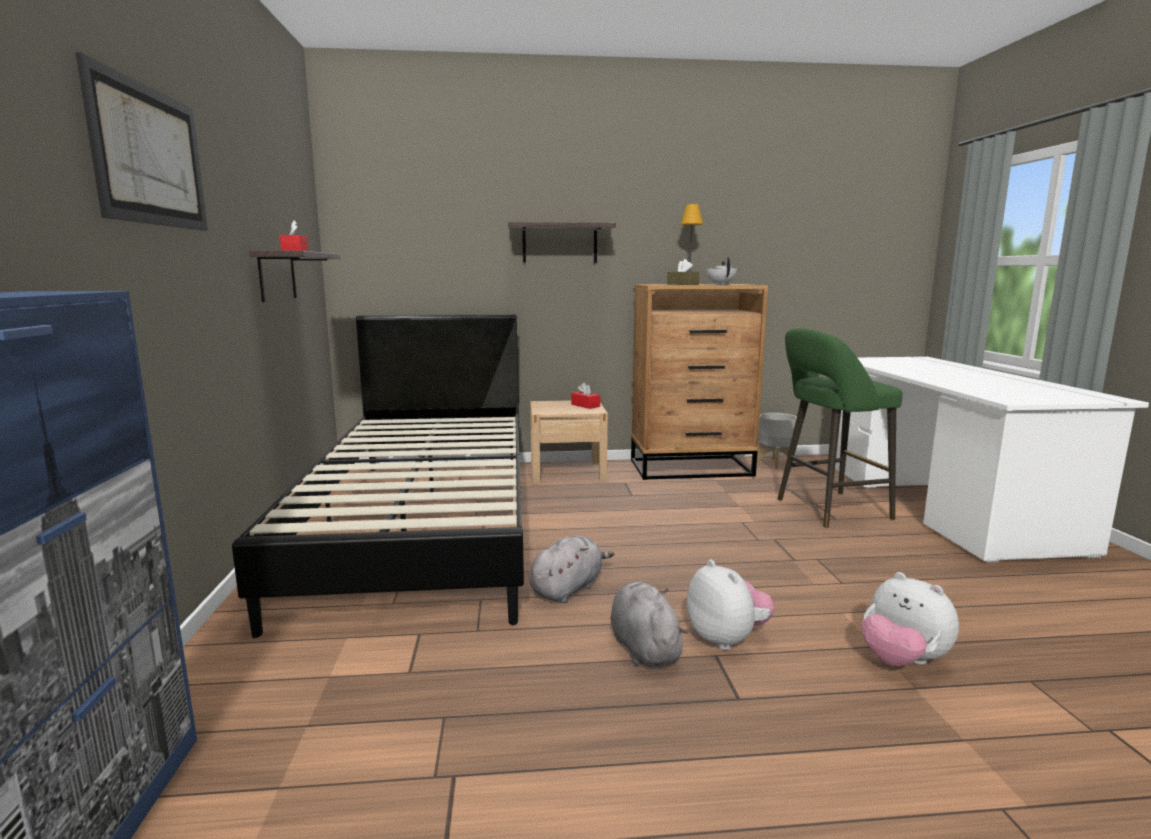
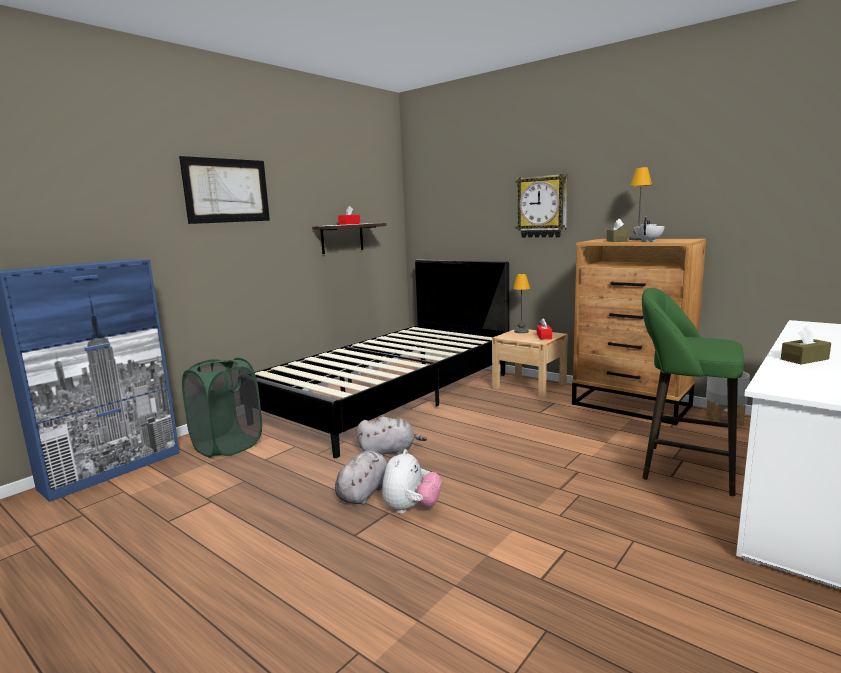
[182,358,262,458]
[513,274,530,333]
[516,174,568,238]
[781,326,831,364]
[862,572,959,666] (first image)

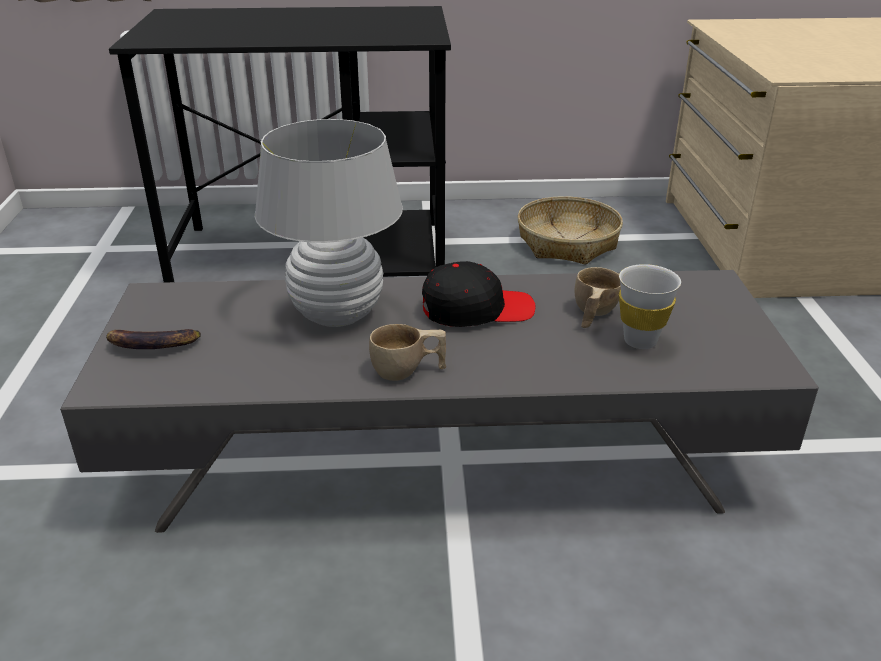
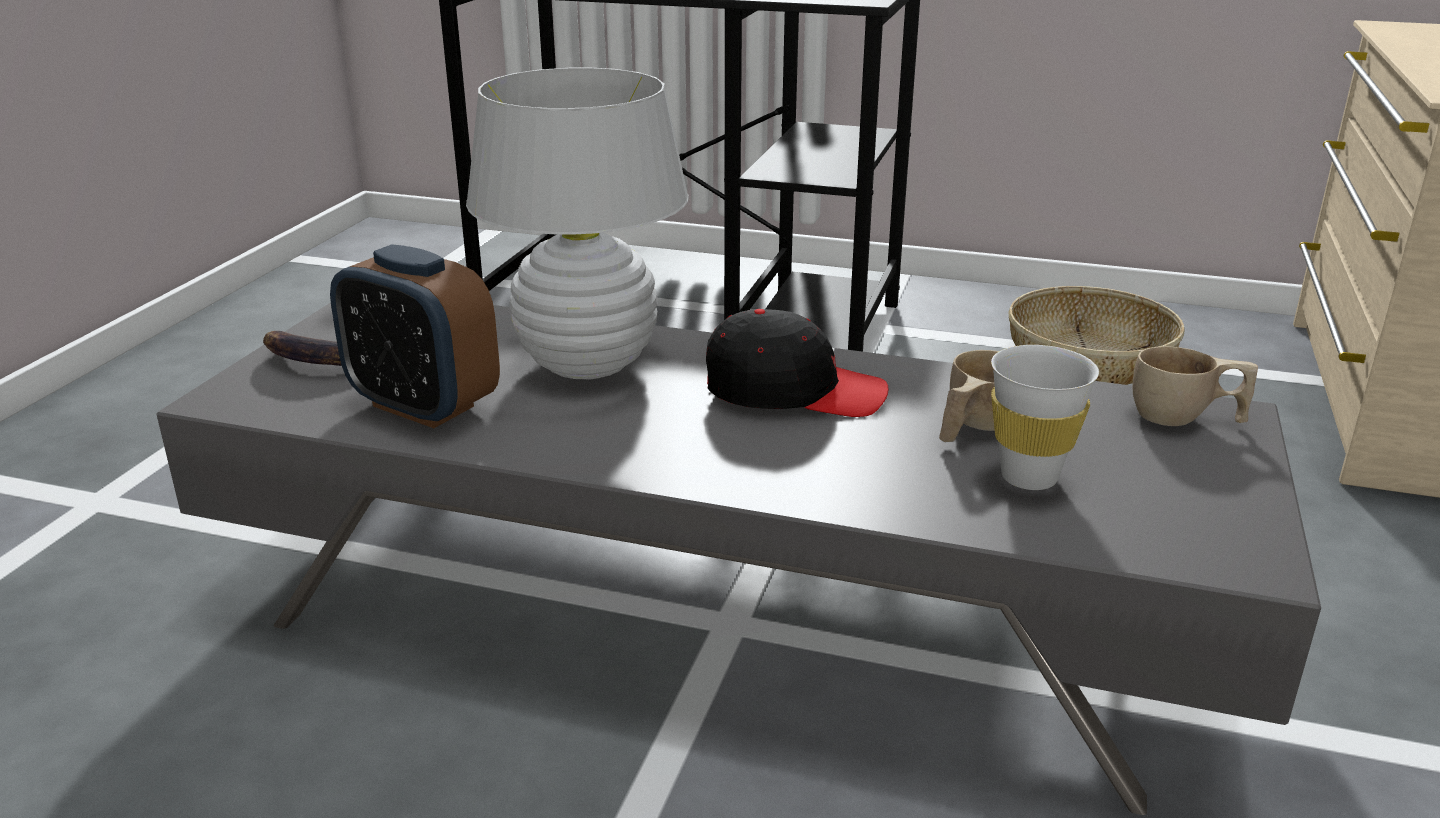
[330,244,500,428]
[1133,346,1258,426]

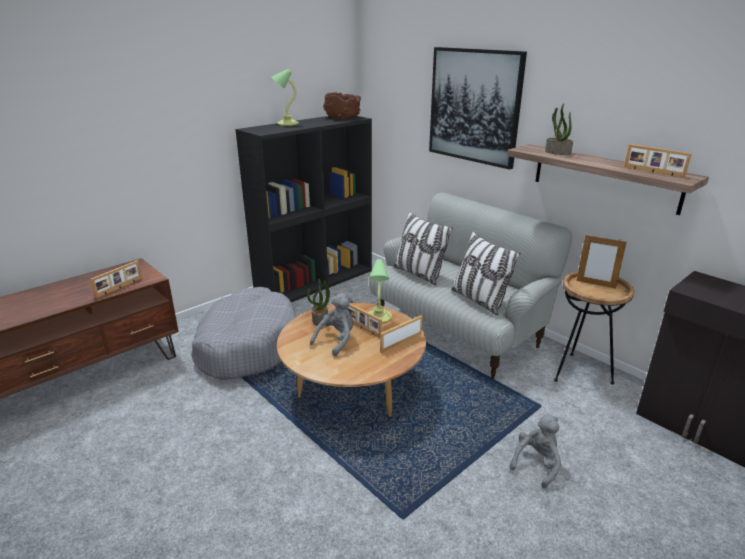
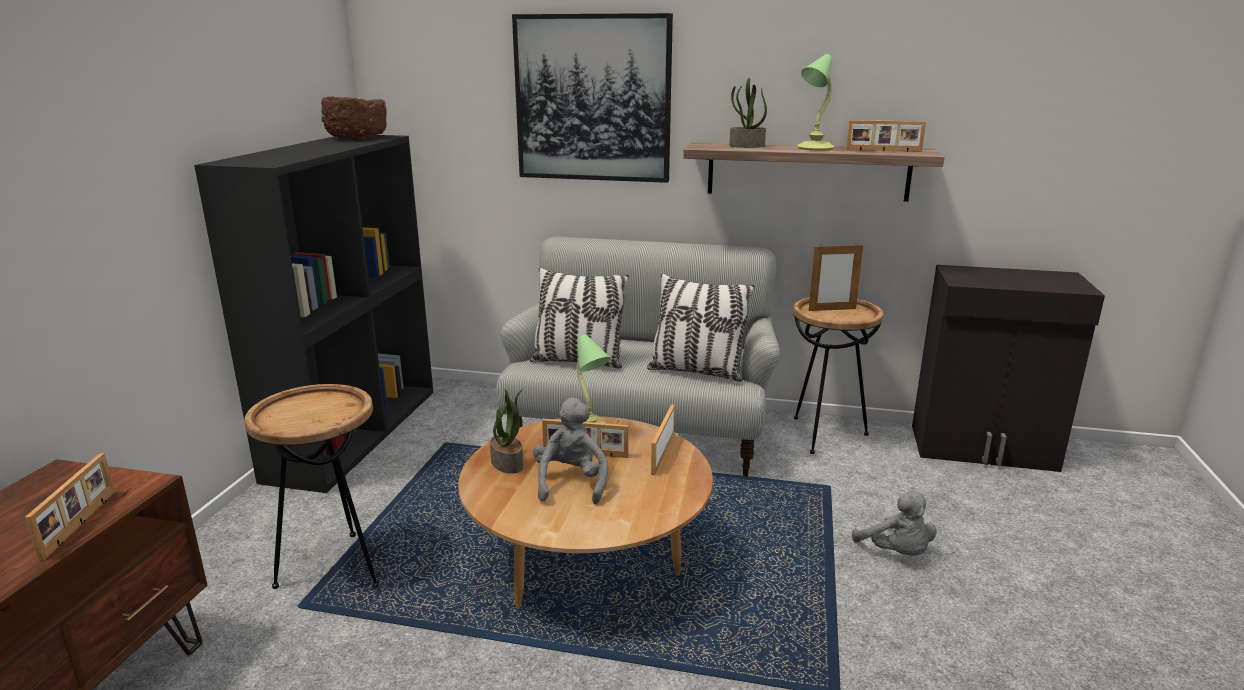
[244,384,379,589]
[797,54,835,151]
[852,491,937,556]

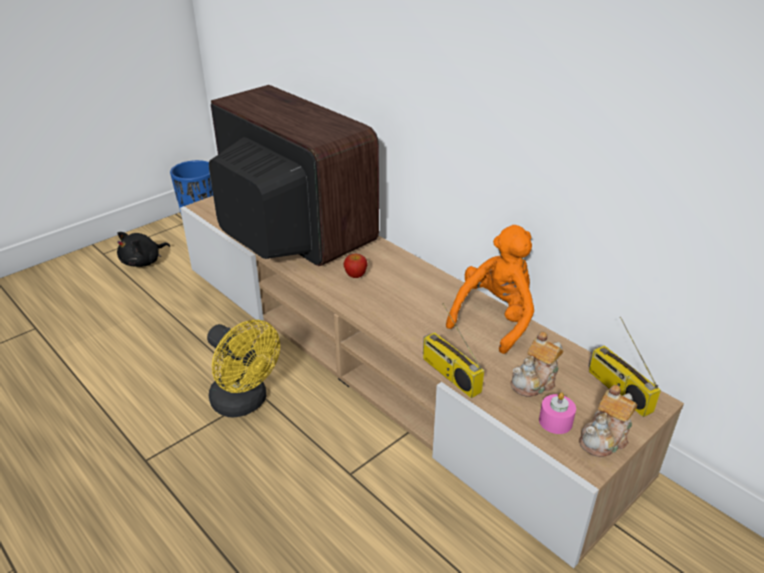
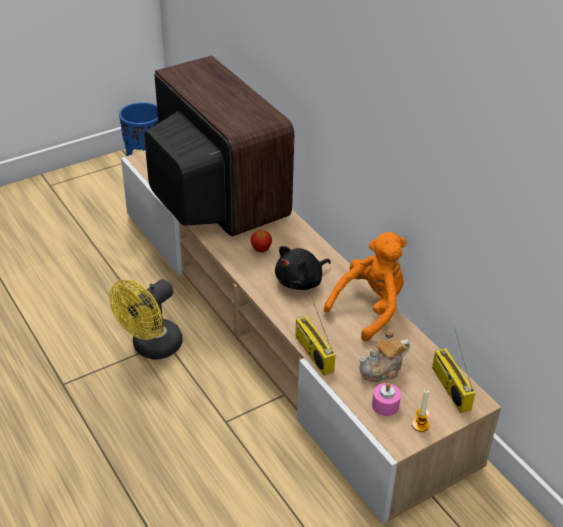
[109,279,183,360]
[275,246,331,290]
[412,390,430,432]

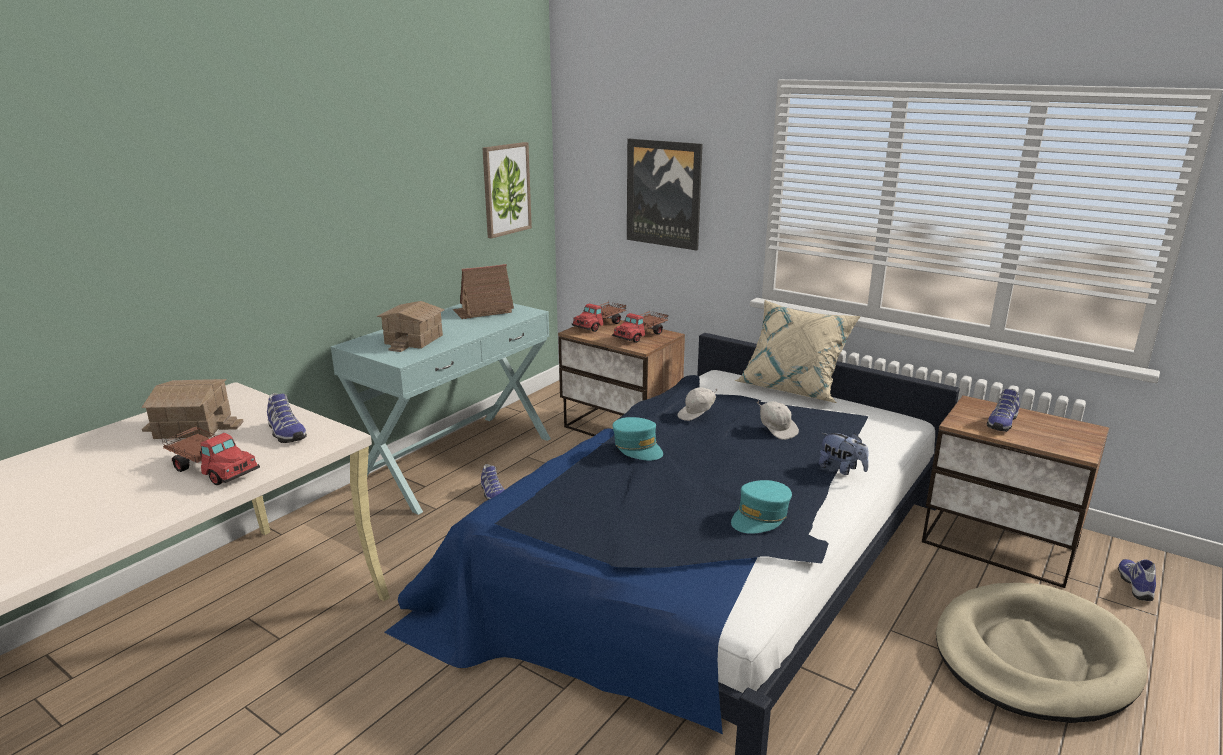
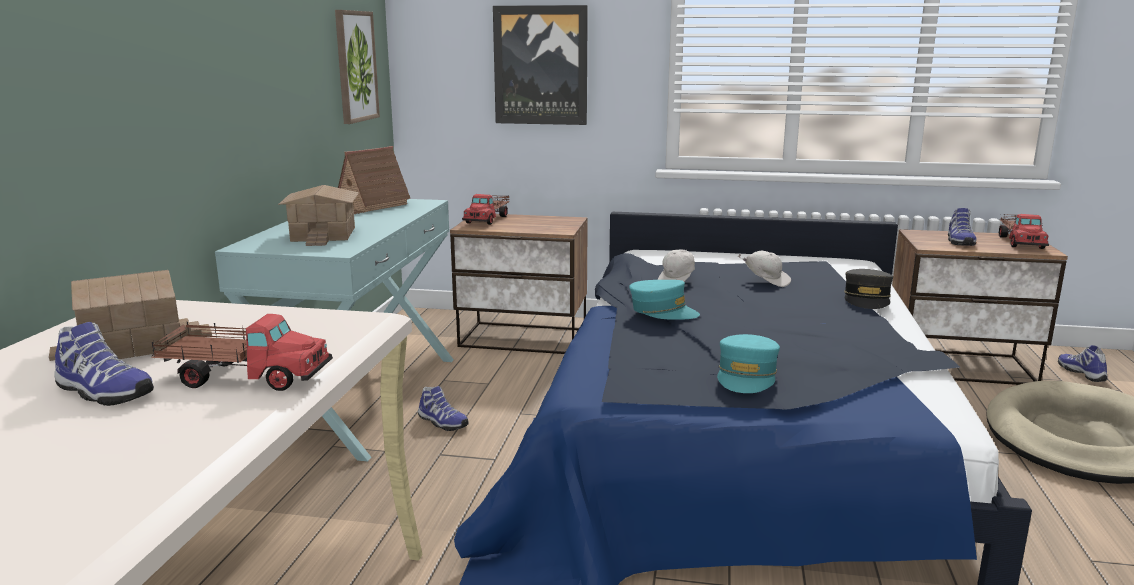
[55,322,154,406]
[717,334,780,393]
[844,269,893,309]
[999,214,1049,249]
[734,300,861,403] (first image)

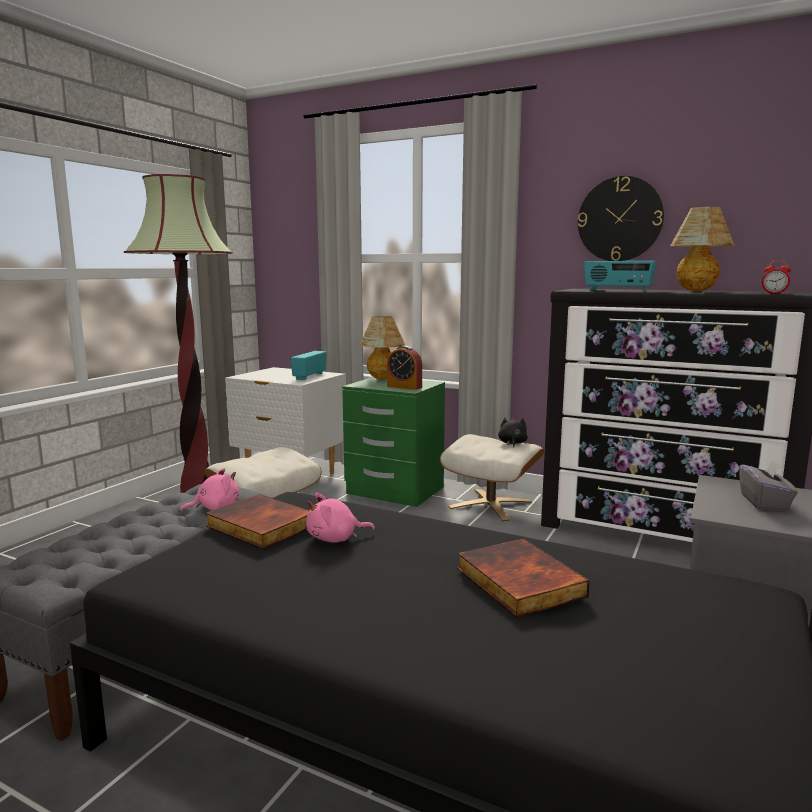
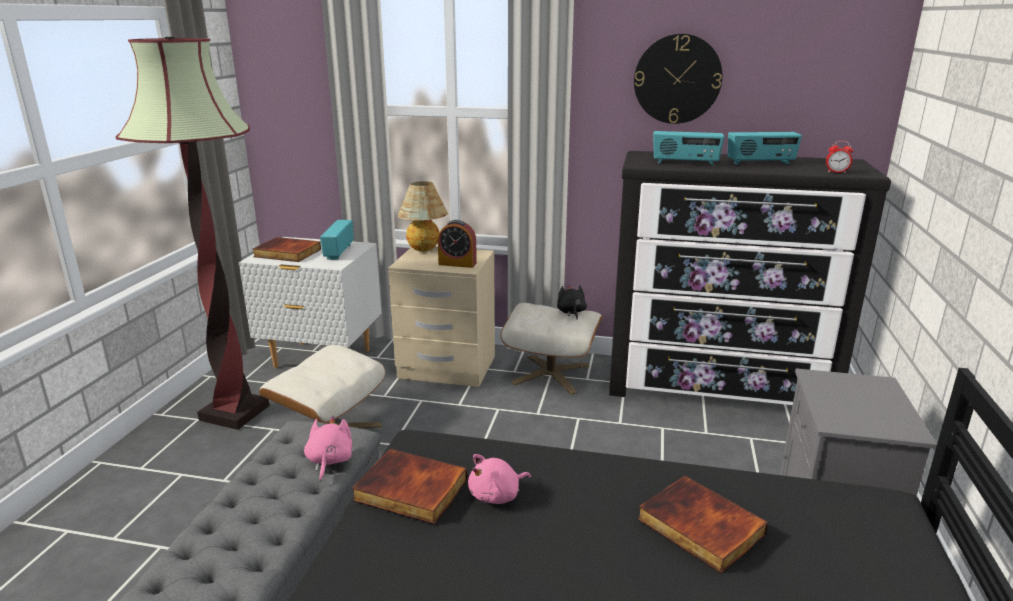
[253,237,321,262]
[304,416,352,481]
[388,247,495,387]
[728,132,802,165]
[739,458,798,511] (first image)

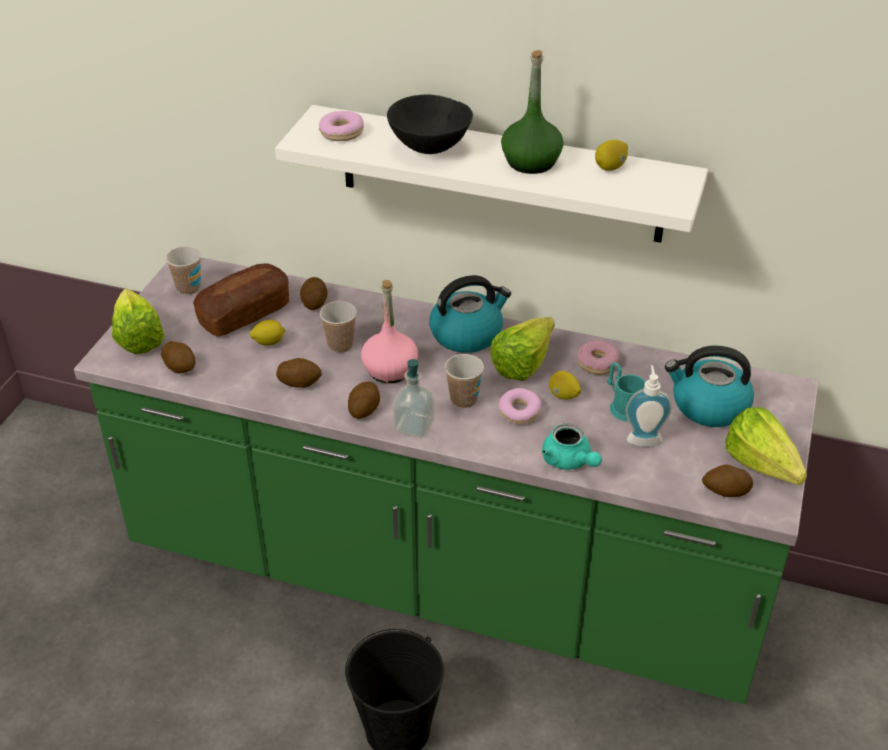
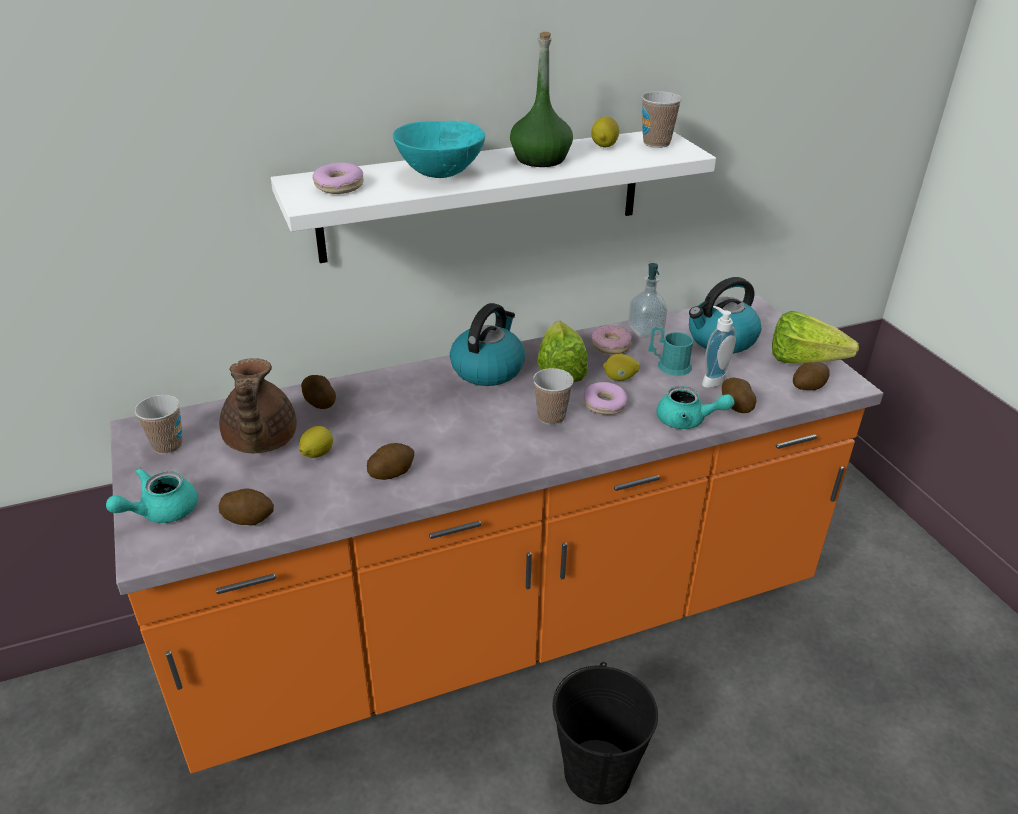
[106,468,198,523]
[110,295,883,773]
[220,358,297,453]
[393,121,485,178]
[628,263,667,337]
[641,91,682,148]
[722,378,757,413]
[361,280,418,383] (first image)

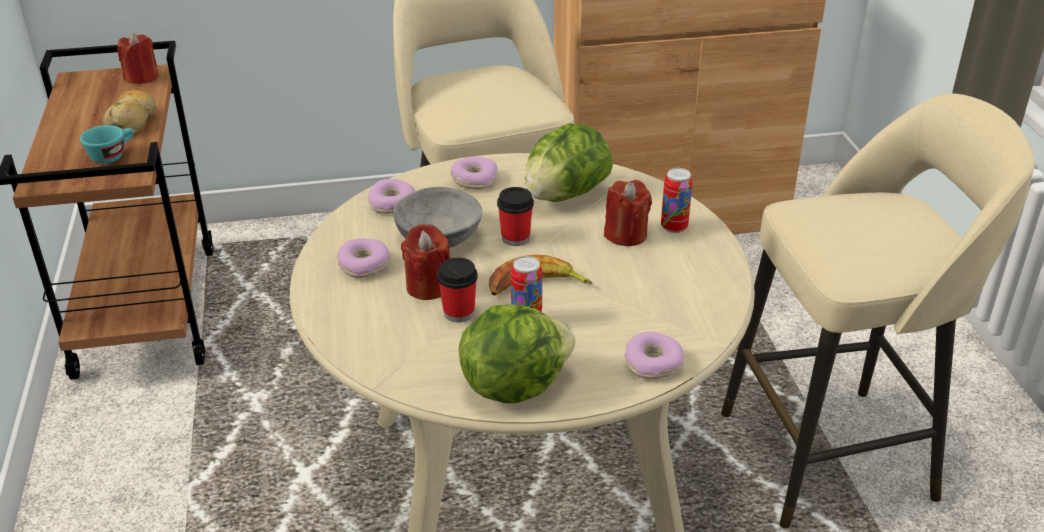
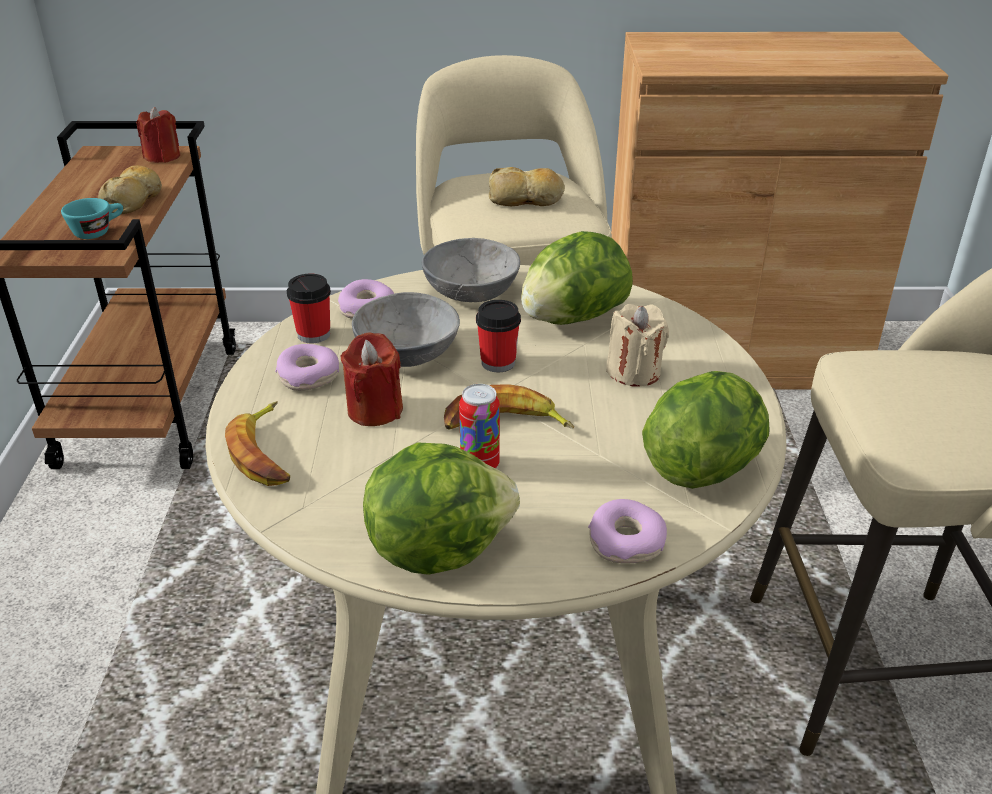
[225,401,290,486]
[287,274,331,343]
[422,238,520,302]
[489,167,565,206]
[606,304,669,387]
[642,371,770,489]
[661,168,693,233] (first image)

